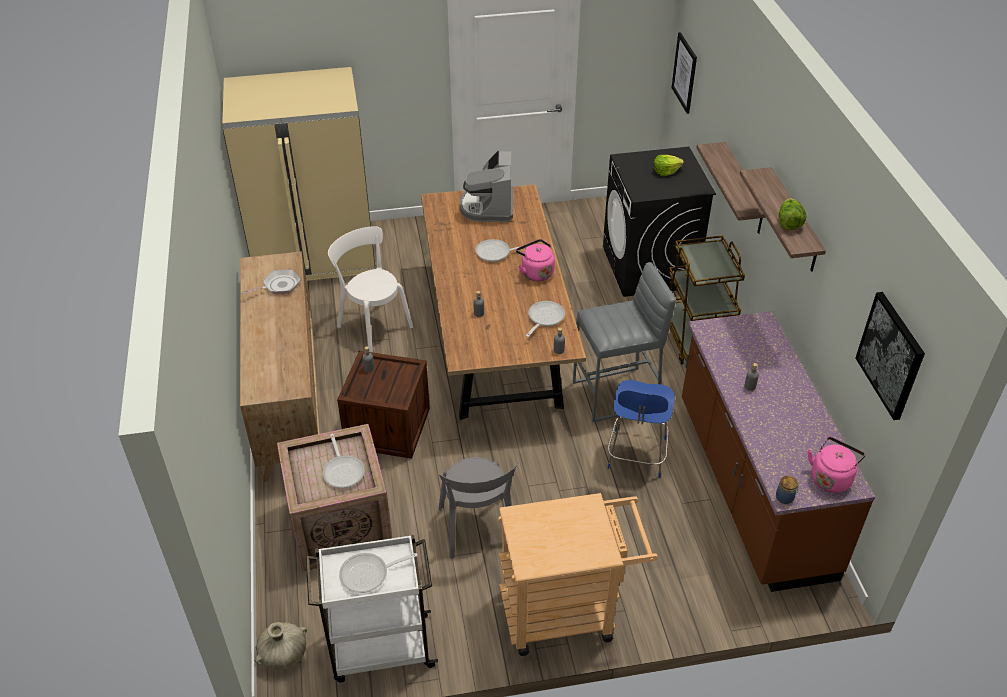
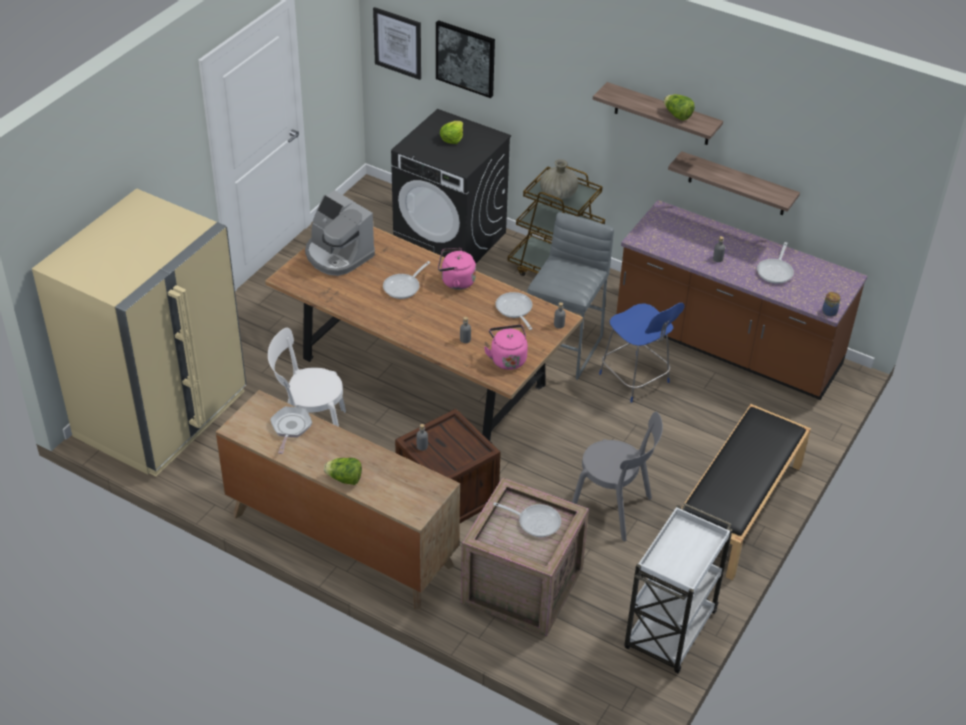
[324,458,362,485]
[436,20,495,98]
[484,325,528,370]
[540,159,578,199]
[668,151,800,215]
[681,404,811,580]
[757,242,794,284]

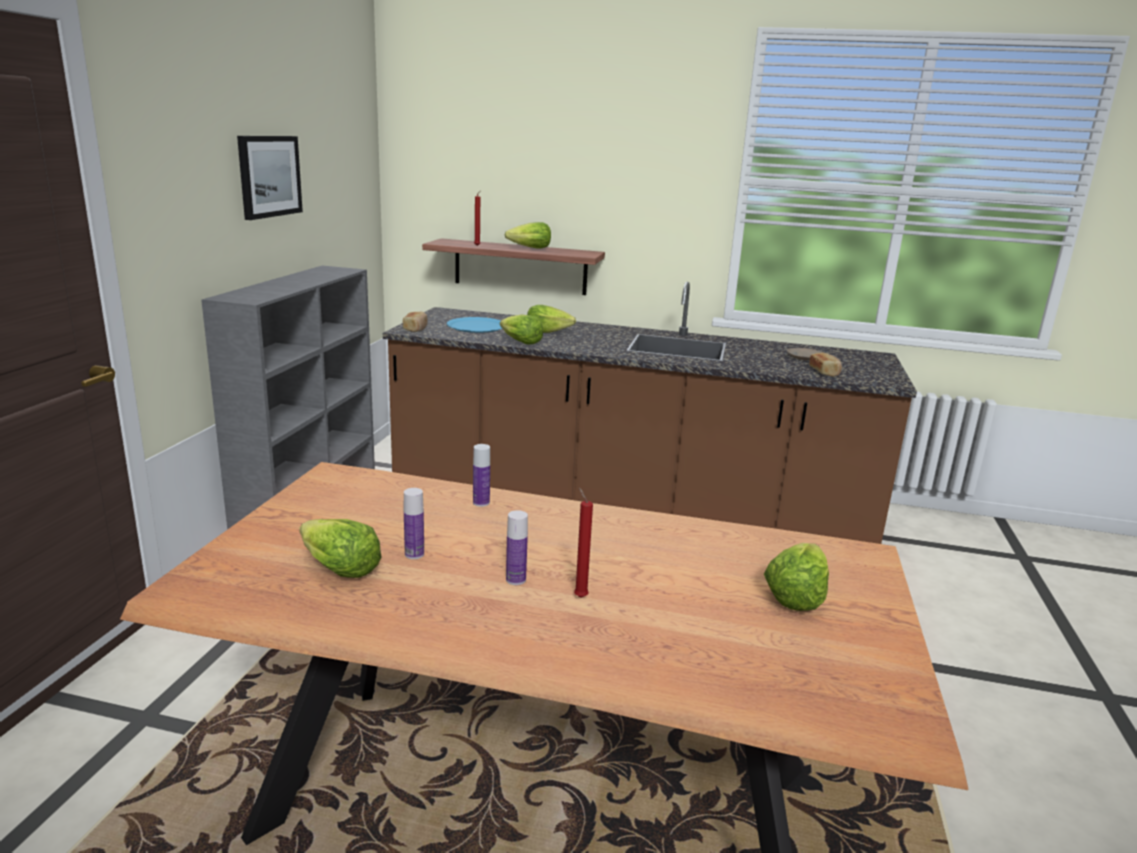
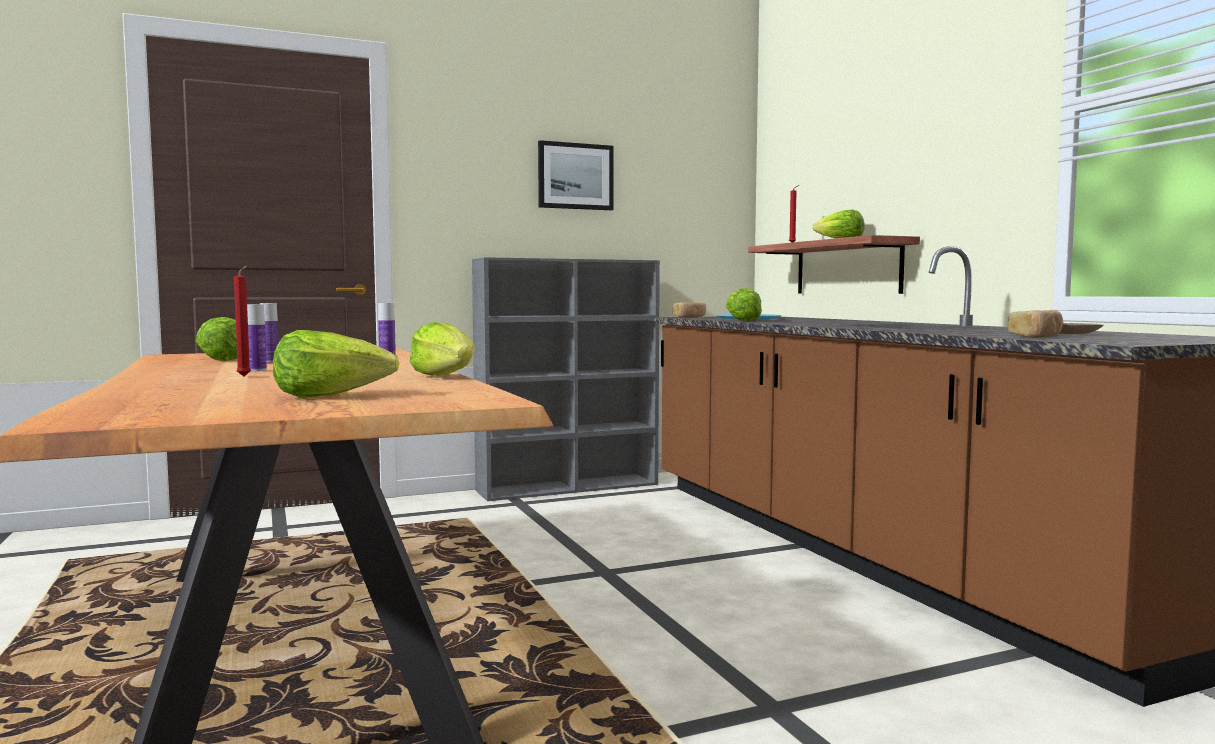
[410,322,475,376]

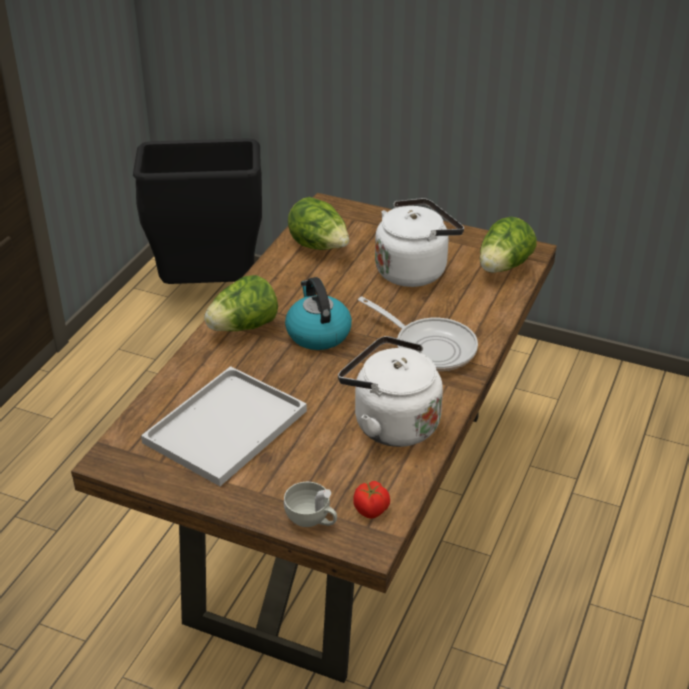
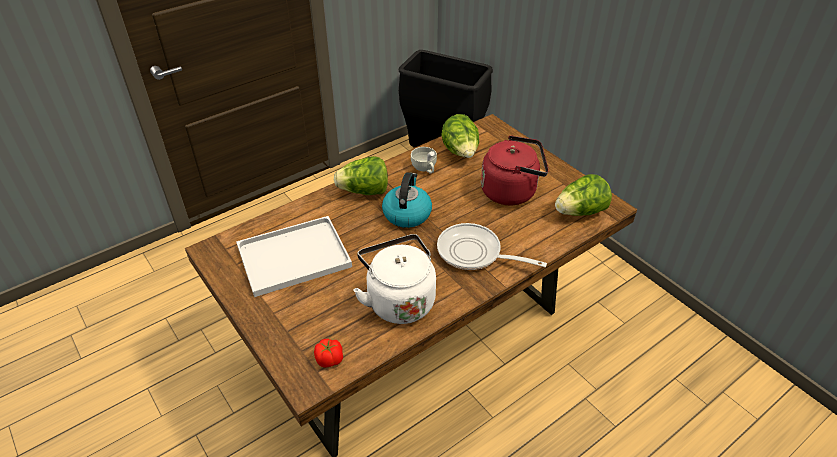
[411,147,437,173]
[437,223,547,270]
[481,135,549,205]

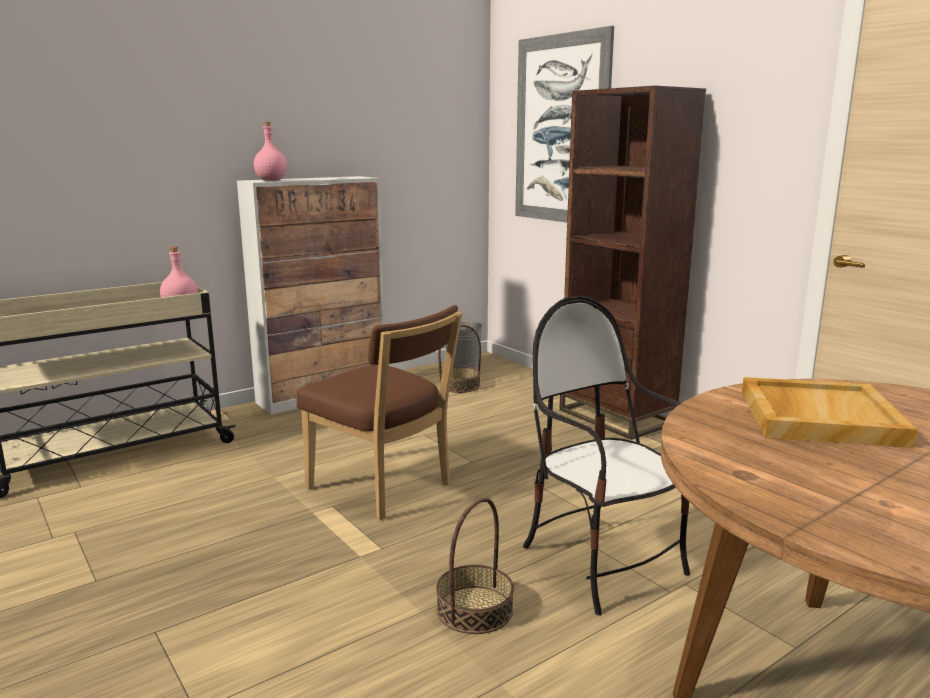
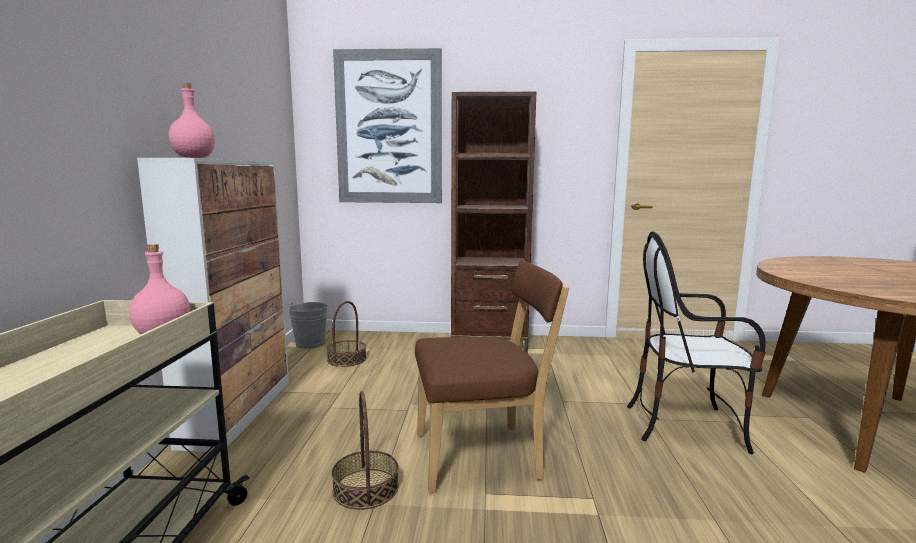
[332,391,399,510]
[742,377,917,448] (first image)

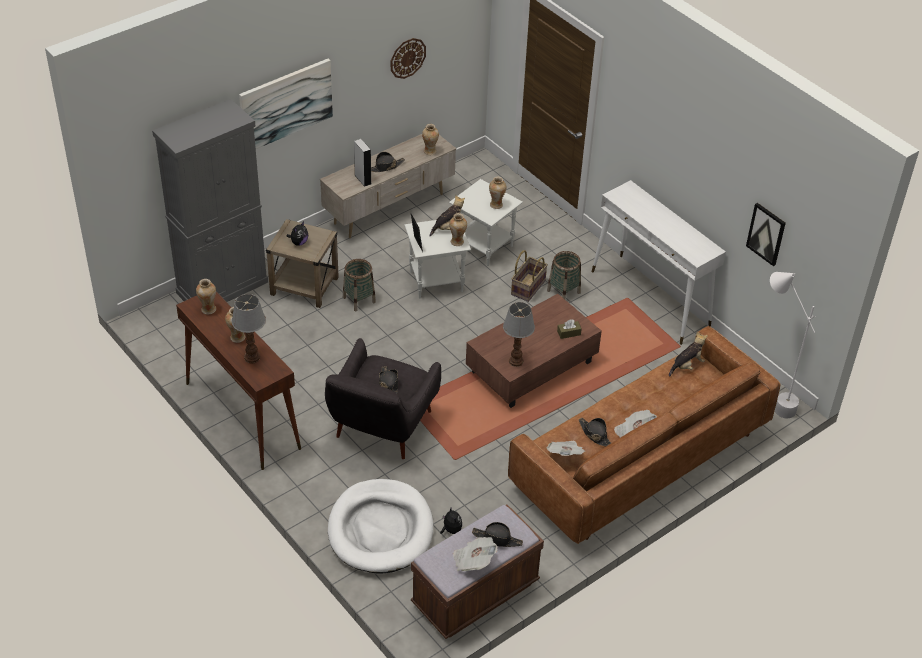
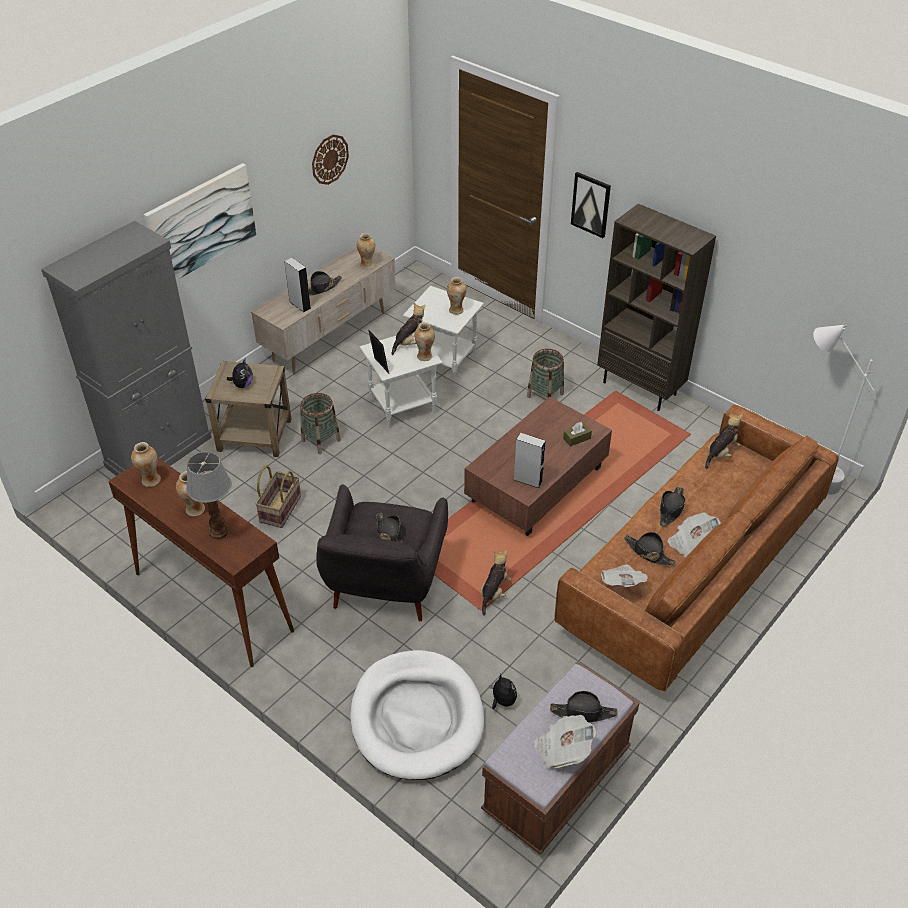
[255,465,301,528]
[480,550,511,616]
[514,433,546,488]
[571,172,611,238]
[597,204,716,411]
[660,487,685,527]

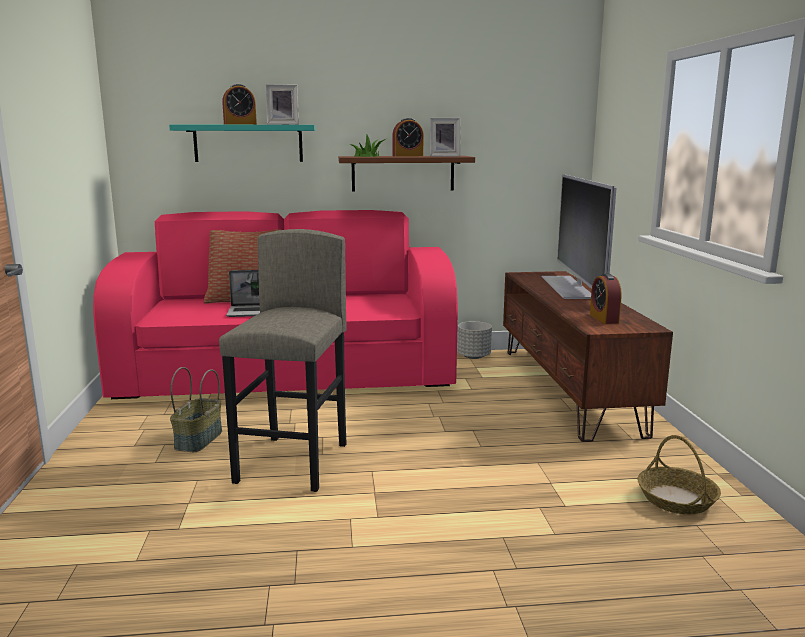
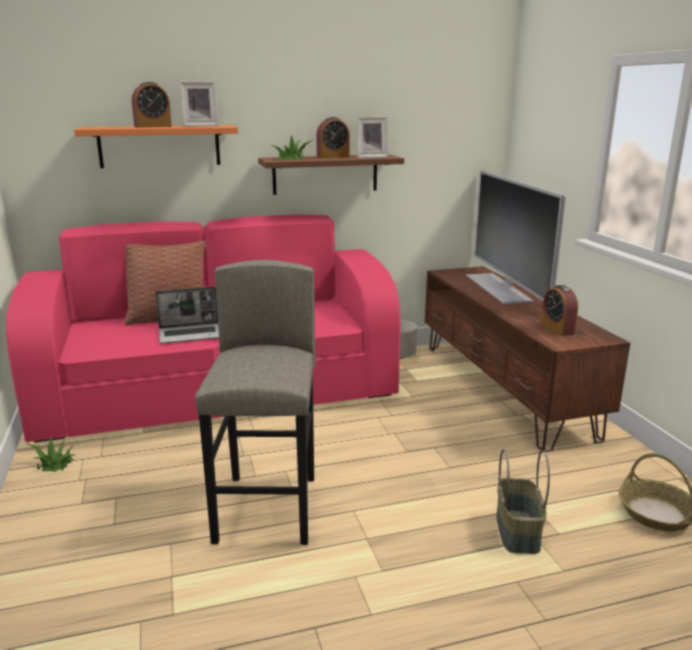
[27,436,75,472]
[74,125,238,168]
[496,449,550,554]

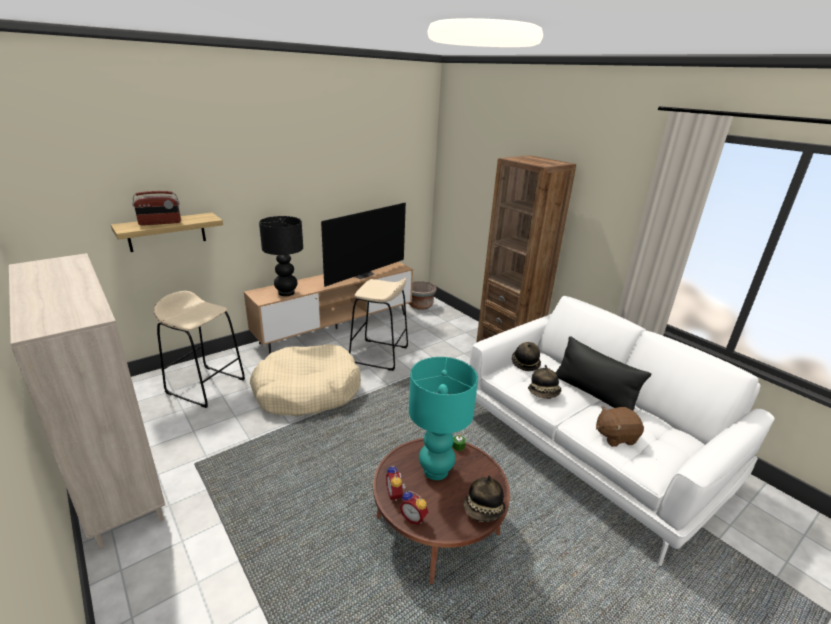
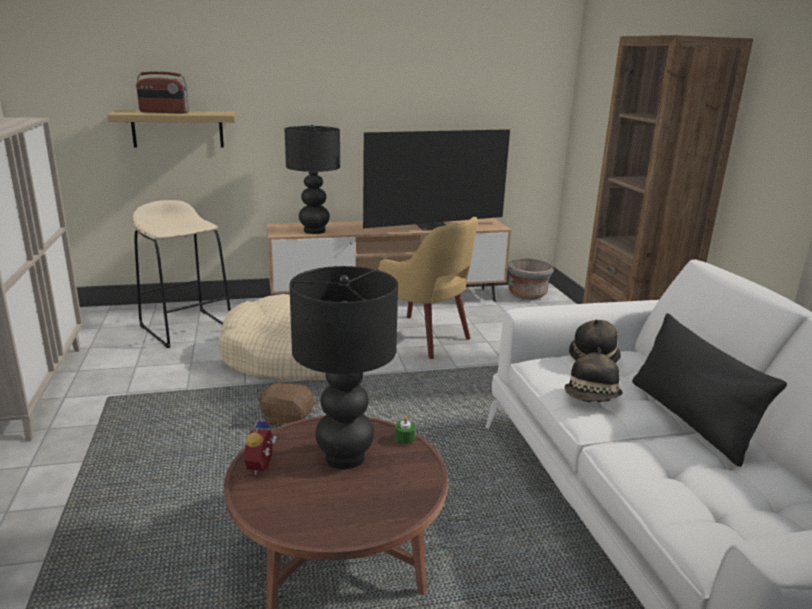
[258,379,314,426]
[289,266,398,469]
[379,217,478,359]
[399,491,428,525] (first image)
[464,475,506,522] (first image)

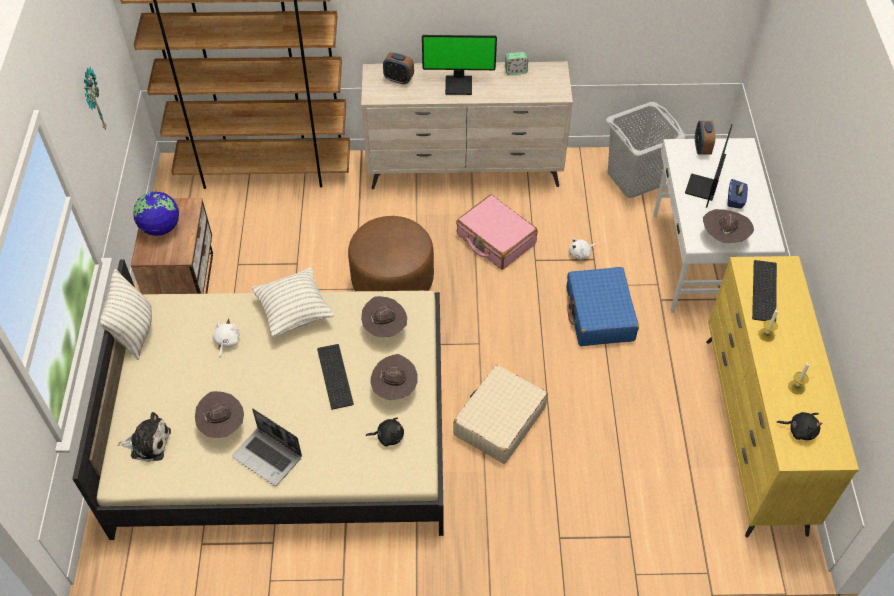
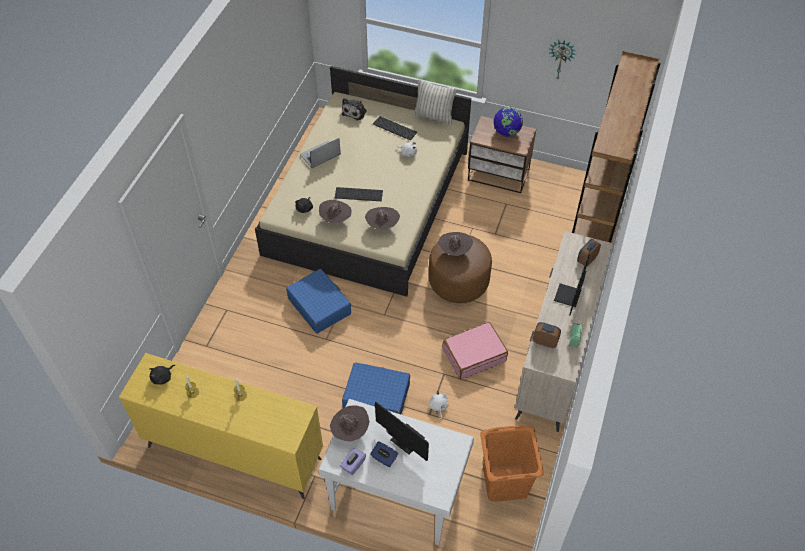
[286,269,351,334]
[340,448,366,475]
[373,116,417,140]
[438,232,473,256]
[480,425,544,502]
[533,322,561,348]
[252,267,334,337] (first image)

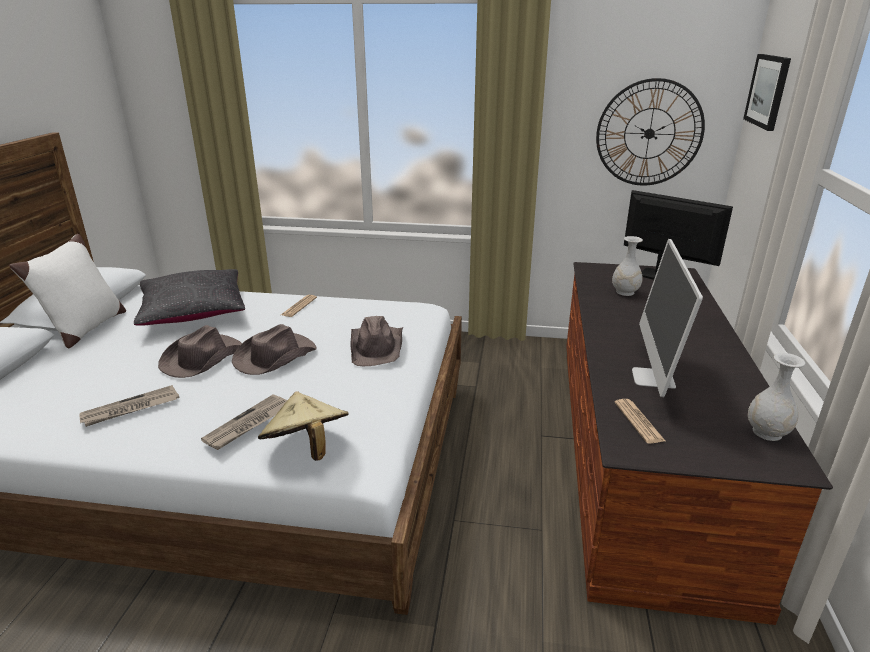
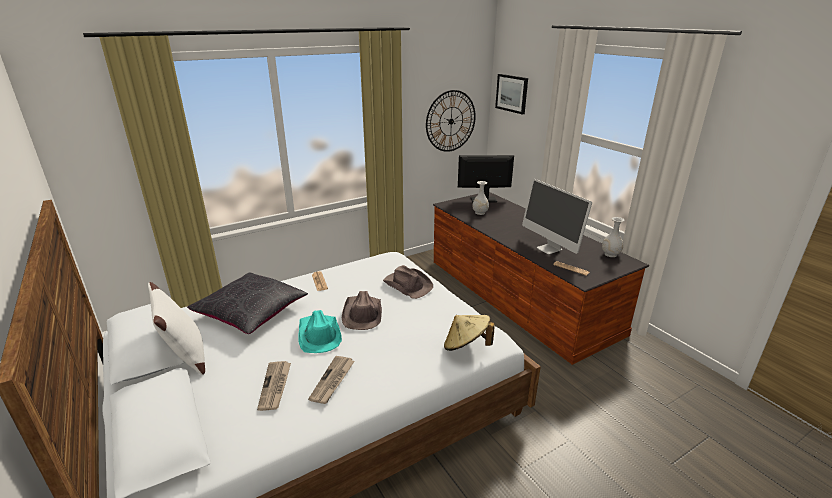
[257,361,291,411]
[298,310,342,353]

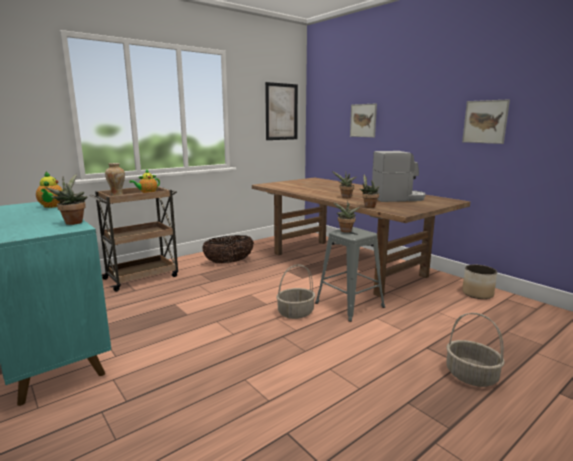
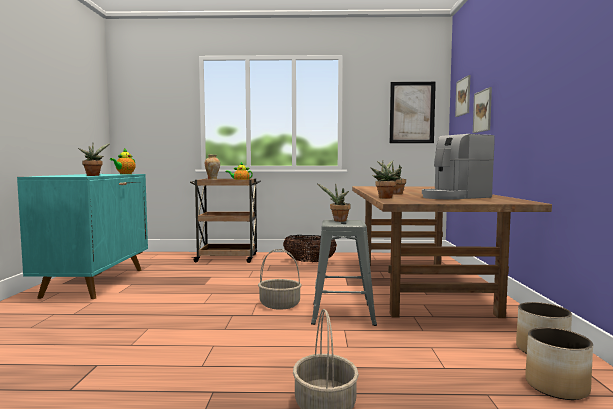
[422,134,495,200]
[455,75,470,117]
[525,327,593,400]

